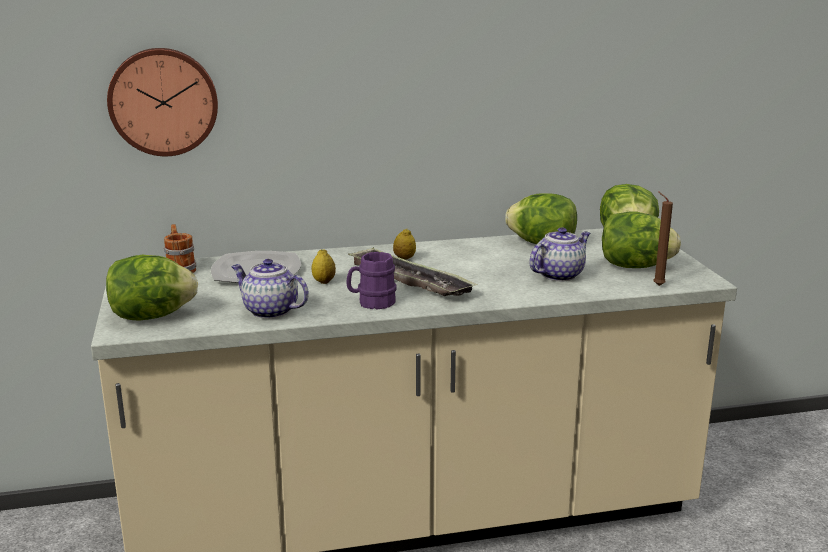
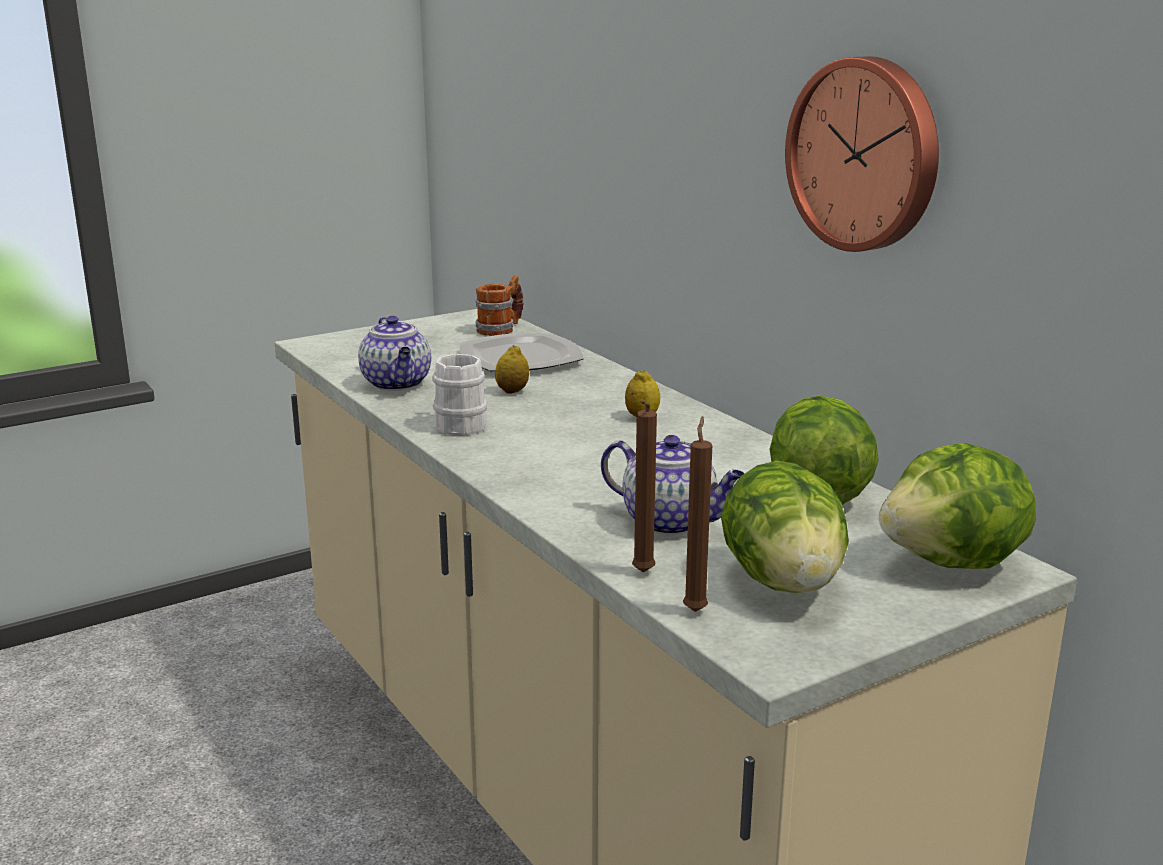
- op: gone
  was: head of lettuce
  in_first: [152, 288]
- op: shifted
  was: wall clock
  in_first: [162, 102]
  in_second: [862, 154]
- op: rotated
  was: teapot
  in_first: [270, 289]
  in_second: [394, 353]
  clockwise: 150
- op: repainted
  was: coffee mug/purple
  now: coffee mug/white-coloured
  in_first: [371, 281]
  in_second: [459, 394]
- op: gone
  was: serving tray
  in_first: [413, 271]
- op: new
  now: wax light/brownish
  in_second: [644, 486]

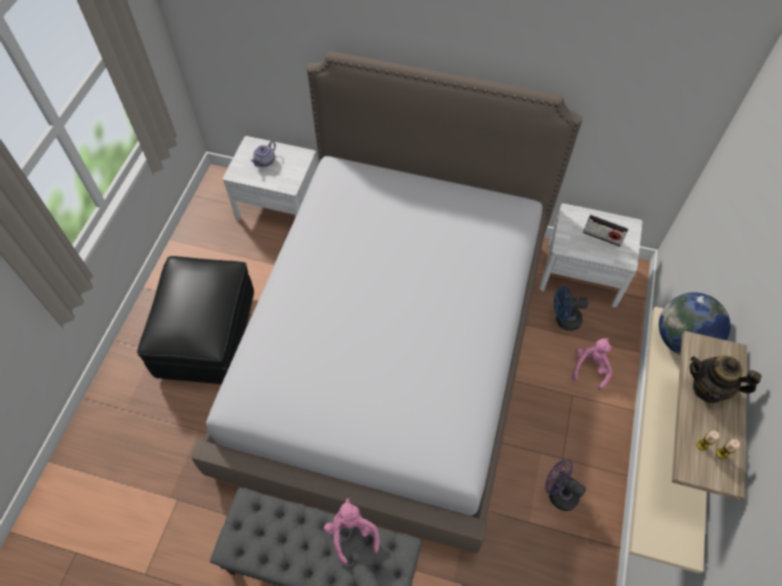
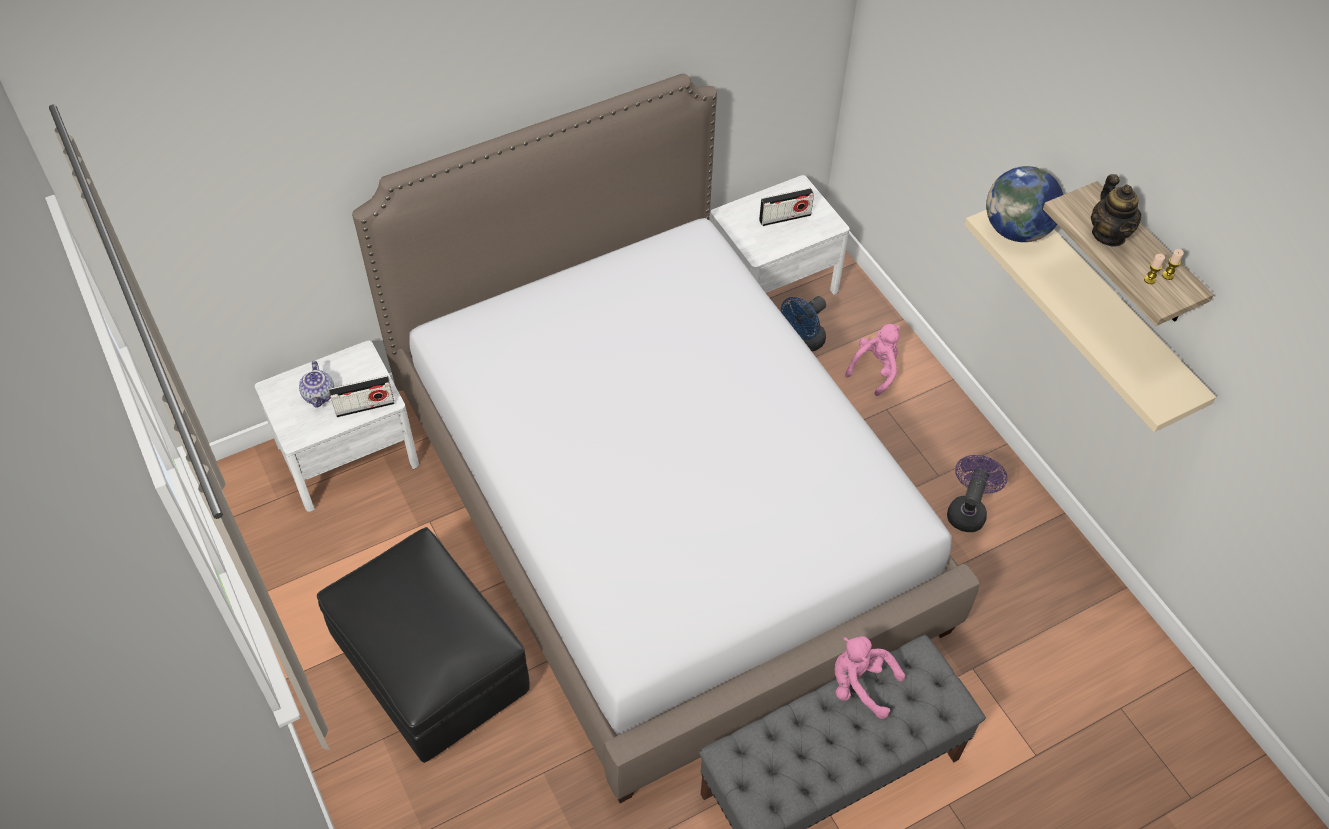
- op: rotated
  was: electric fan/purple
  in_first: [565, 485]
  in_second: [977, 493]
  clockwise: 120
- op: rotated
  was: soft toy/pink
  in_first: [592, 364]
  in_second: [872, 360]
  clockwise: 60
- op: rotated
  was: teapot
  in_first: [725, 379]
  in_second: [1116, 210]
  clockwise: -75
- op: new
  now: radio set
  in_second: [362, 396]

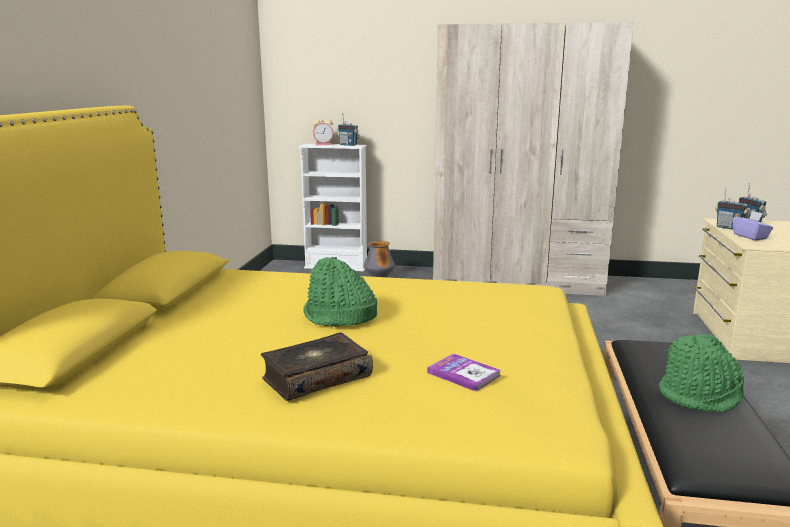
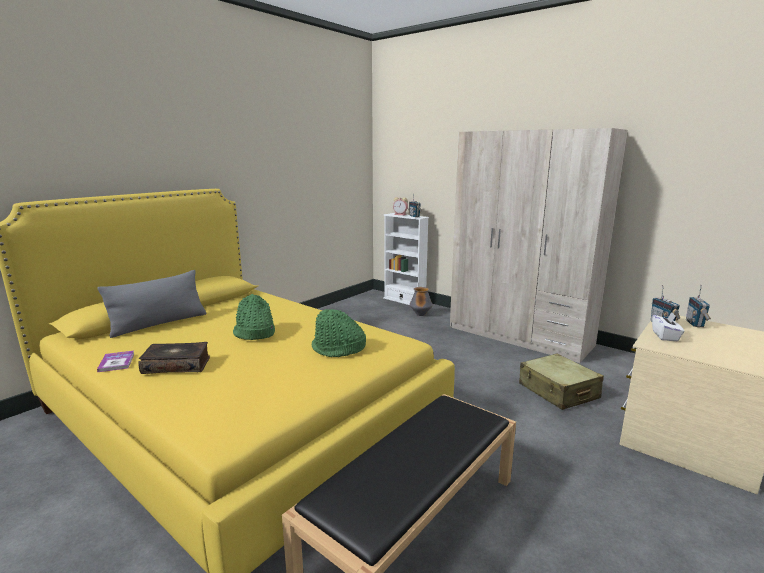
- op: shifted
  was: book
  in_first: [464, 372]
  in_second: [115, 361]
- op: shifted
  was: wearable hat/greenish
  in_first: [701, 373]
  in_second: [338, 333]
- op: repainted
  was: box of tissues/purple
  now: box of tissues/white-coloured
  in_first: [752, 225]
  in_second: [668, 326]
- op: new
  now: cushion/grey
  in_second: [152, 304]
- op: new
  now: travel case/beige
  in_second: [561, 381]

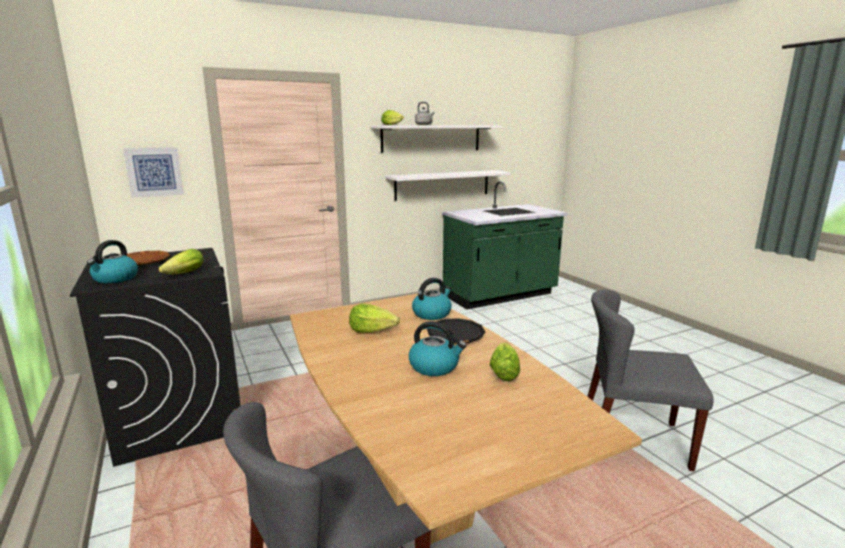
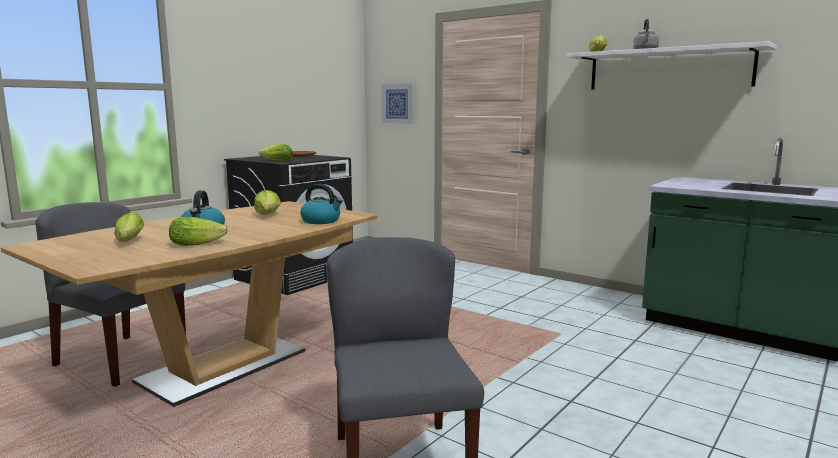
- op: gone
  was: kettle
  in_first: [112, 262]
- op: gone
  was: shelf/white-coloured
  in_first: [447, 185]
- op: gone
  was: plate/blackish
  in_first: [456, 331]
- op: new
  now: head of lettuce
  in_second: [129, 227]

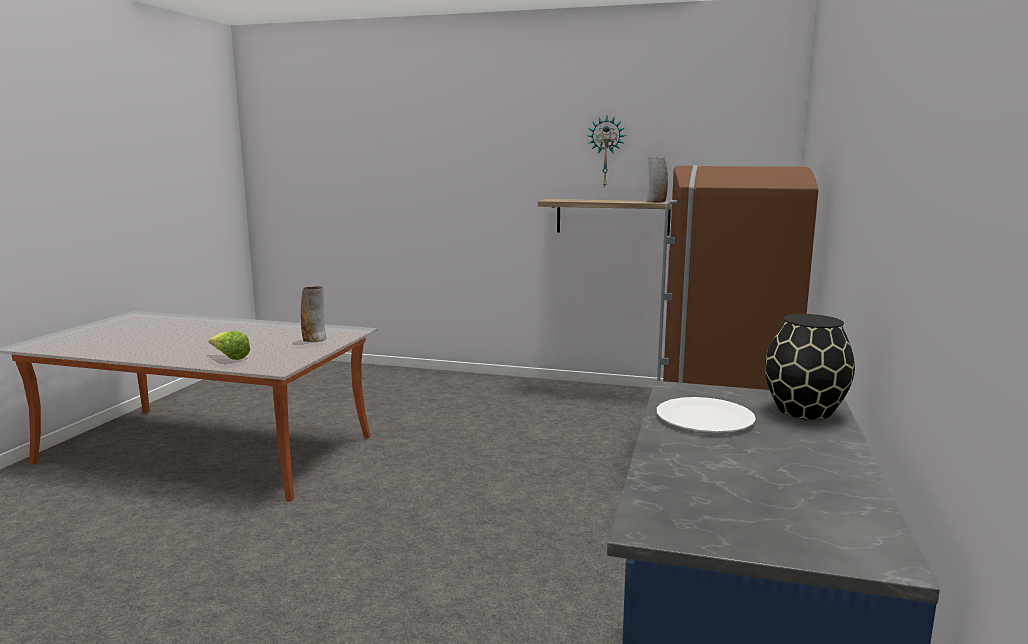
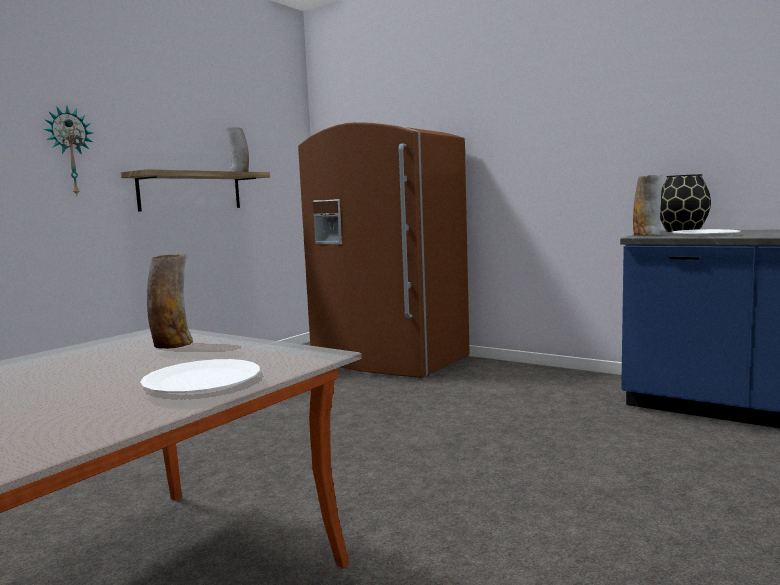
- op: swapped
  was: head of lettuce
  now: plate/white-coloured
  in_first: [229, 345]
  in_second: [200, 376]
- op: shifted
  was: wall clock
  in_first: [606, 151]
  in_second: [68, 151]
- op: new
  now: vase
  in_second: [647, 205]

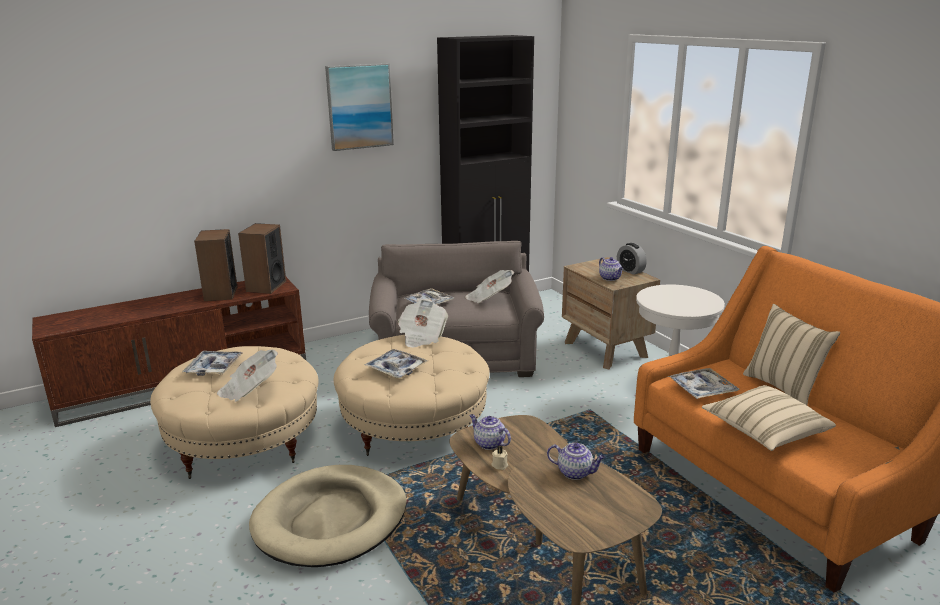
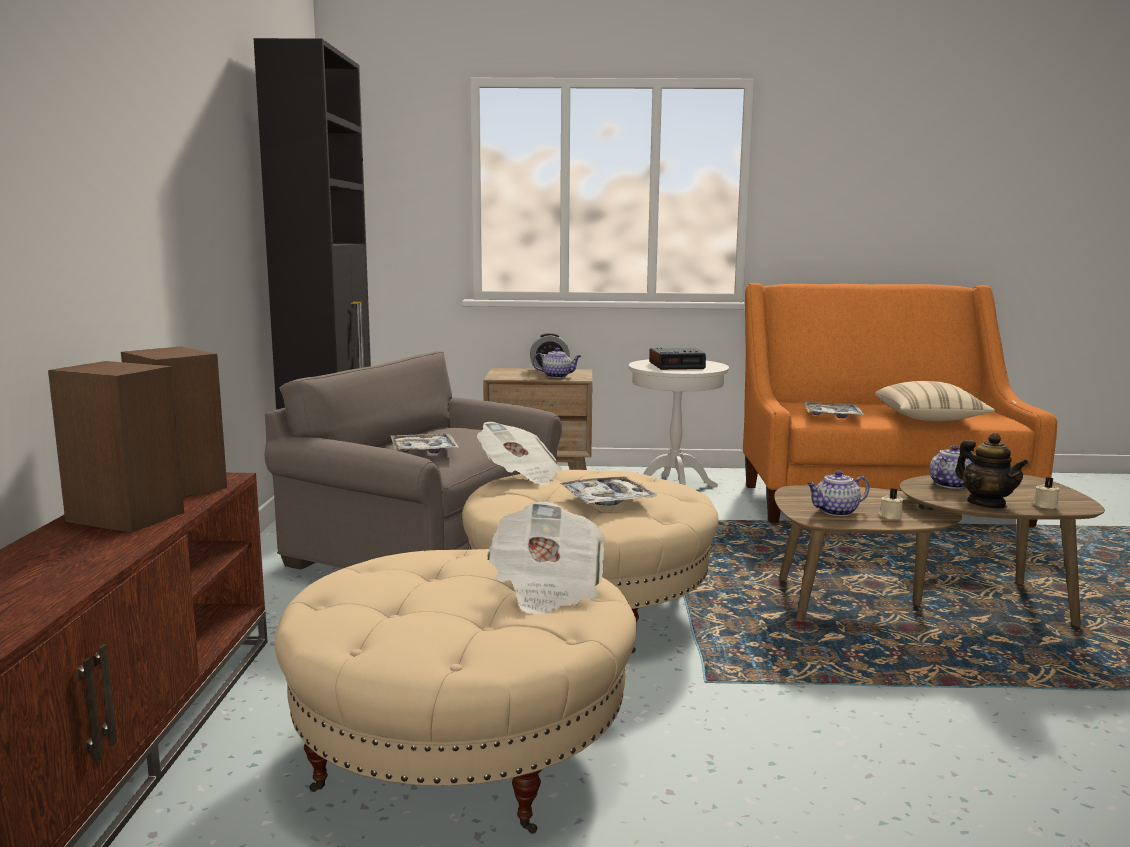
- op: gone
  was: serving tray
  in_first: [212, 363]
- op: gone
  was: dog bed/beige
  in_first: [327, 516]
- op: gone
  was: wall picture
  in_first: [359, 107]
- op: gone
  was: daily paper
  in_first: [489, 286]
- op: gone
  was: cushion/beige
  in_first: [791, 354]
- op: new
  now: alarm clock
  in_second: [677, 359]
- op: new
  now: teapot
  in_second: [992, 471]
- op: new
  now: wax light/beige
  in_second: [1045, 493]

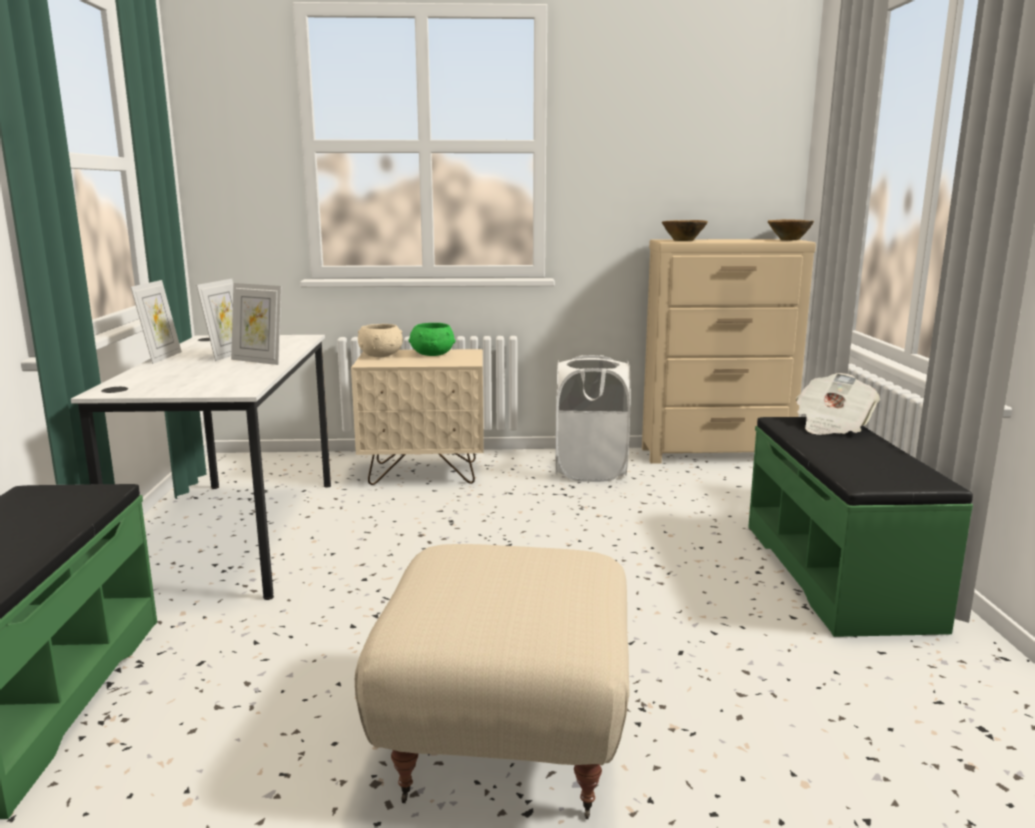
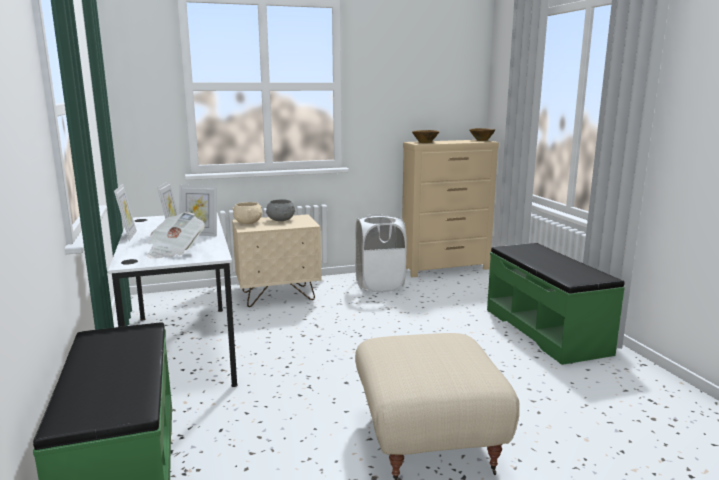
- op: repainted
  was: deep dish/greenish
  now: deep dish/grey
  in_first: [432, 339]
  in_second: [280, 210]
- op: shifted
  was: daily paper
  in_first: [838, 404]
  in_second: [176, 235]

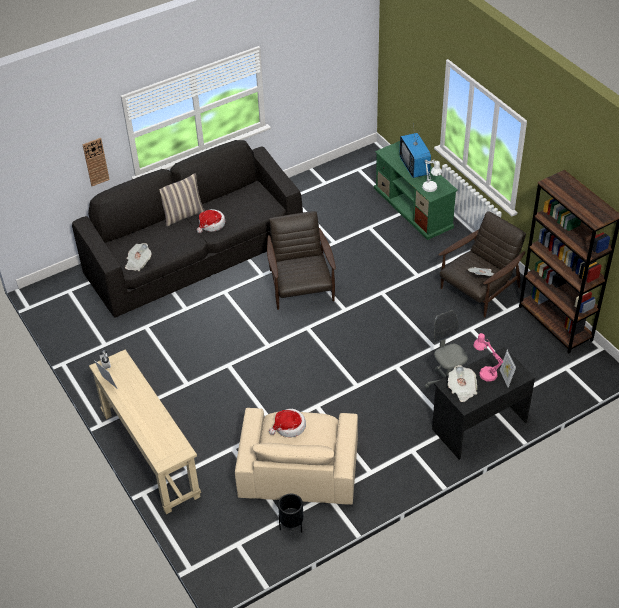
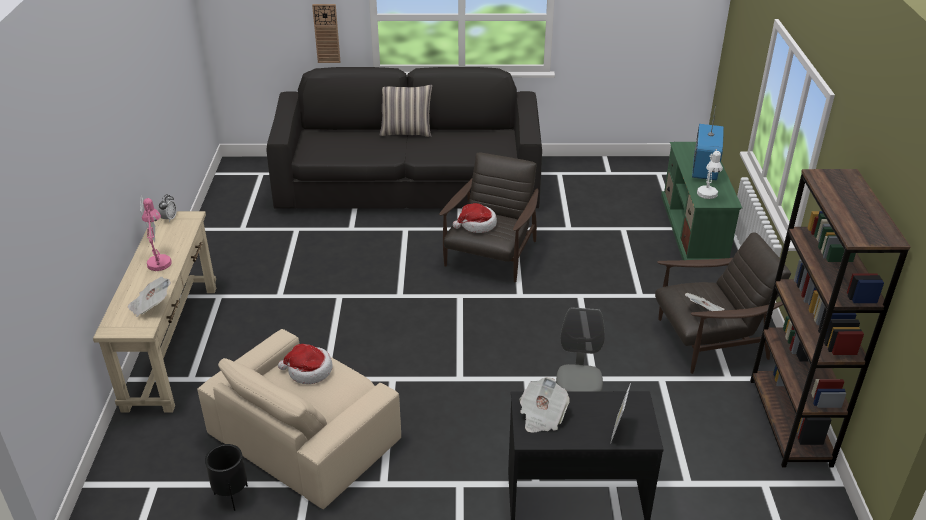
- op: shifted
  was: daily paper
  in_first: [138, 257]
  in_second: [149, 297]
- op: shifted
  was: wearable hat
  in_first: [211, 221]
  in_second: [475, 218]
- op: shifted
  was: tabletop lamp/pink
  in_first: [488, 357]
  in_second: [157, 234]

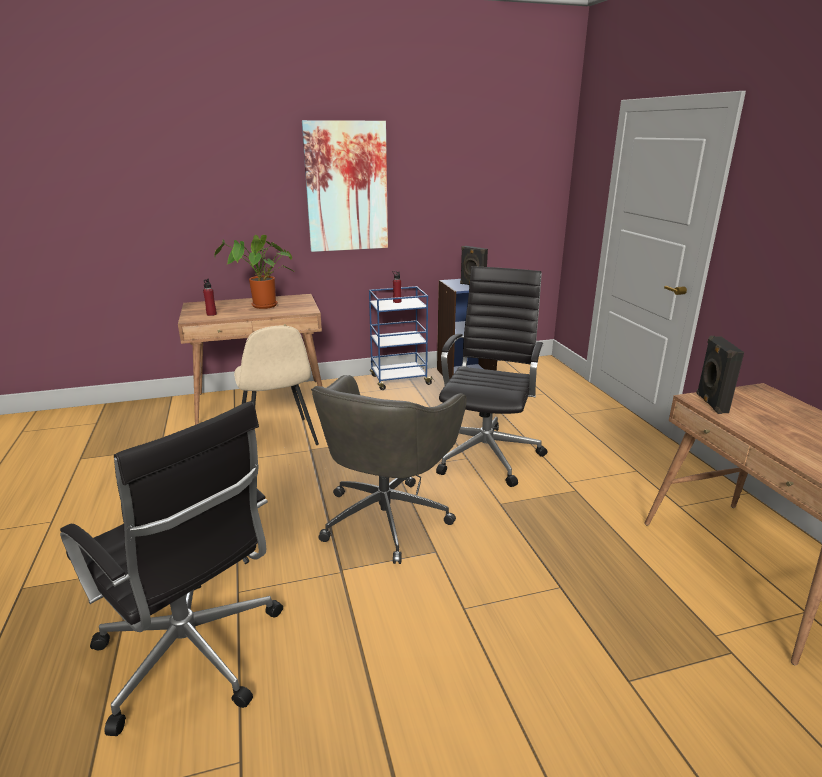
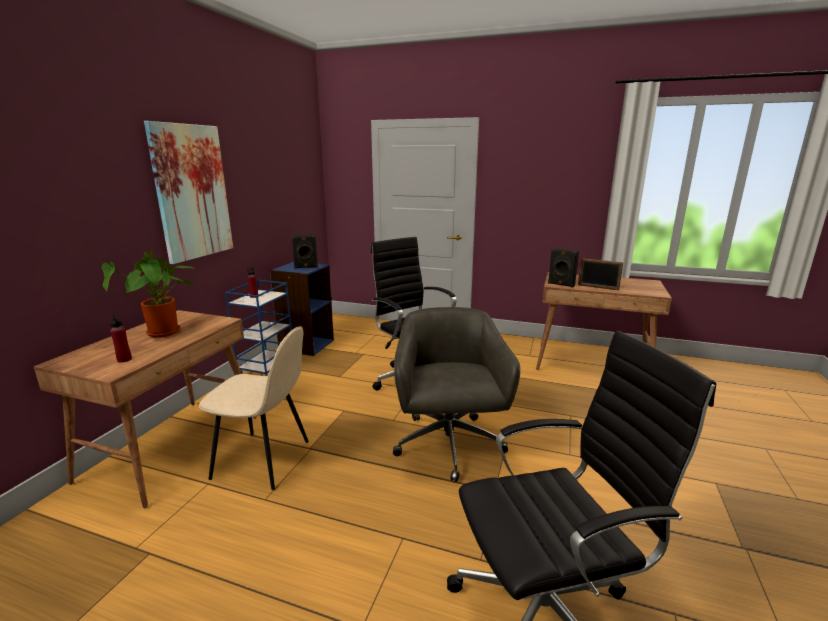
- op: rotated
  was: computer chair/grey
  in_first: [389, 469]
  in_second: [456, 394]
  clockwise: -150
- op: new
  now: standing frame
  in_second: [600, 274]

